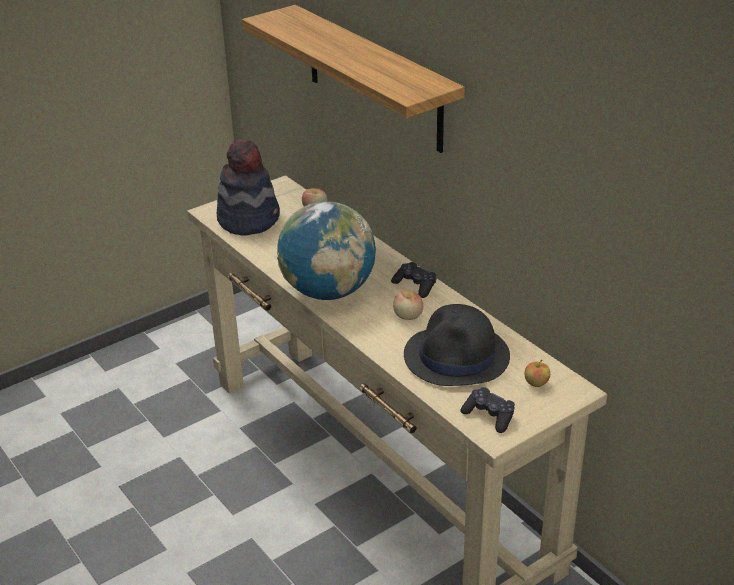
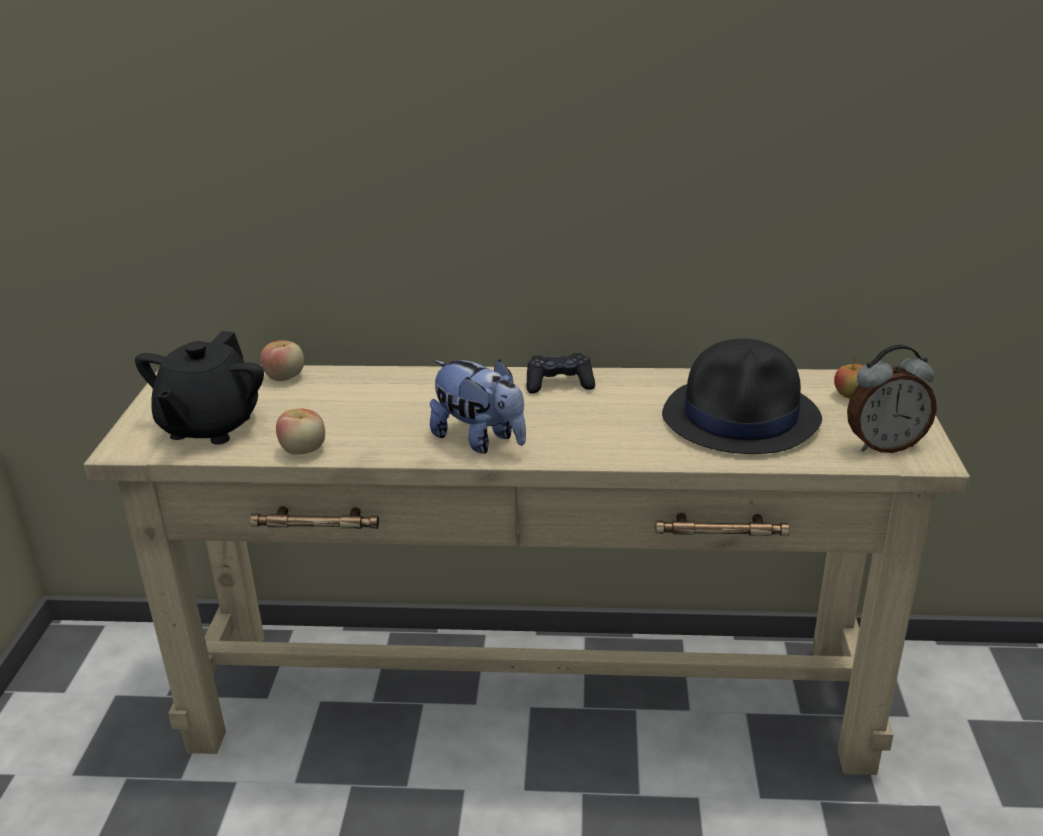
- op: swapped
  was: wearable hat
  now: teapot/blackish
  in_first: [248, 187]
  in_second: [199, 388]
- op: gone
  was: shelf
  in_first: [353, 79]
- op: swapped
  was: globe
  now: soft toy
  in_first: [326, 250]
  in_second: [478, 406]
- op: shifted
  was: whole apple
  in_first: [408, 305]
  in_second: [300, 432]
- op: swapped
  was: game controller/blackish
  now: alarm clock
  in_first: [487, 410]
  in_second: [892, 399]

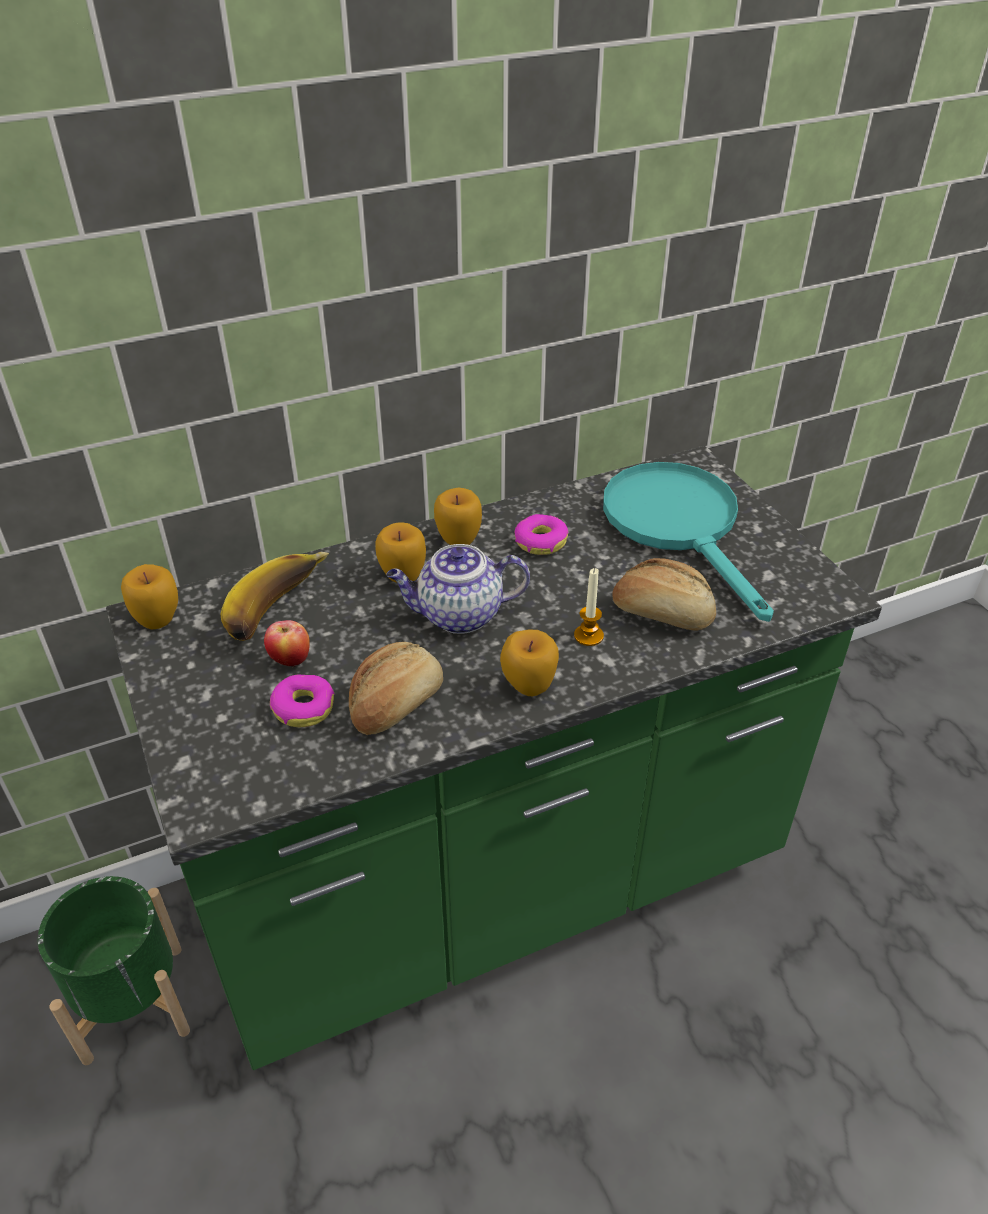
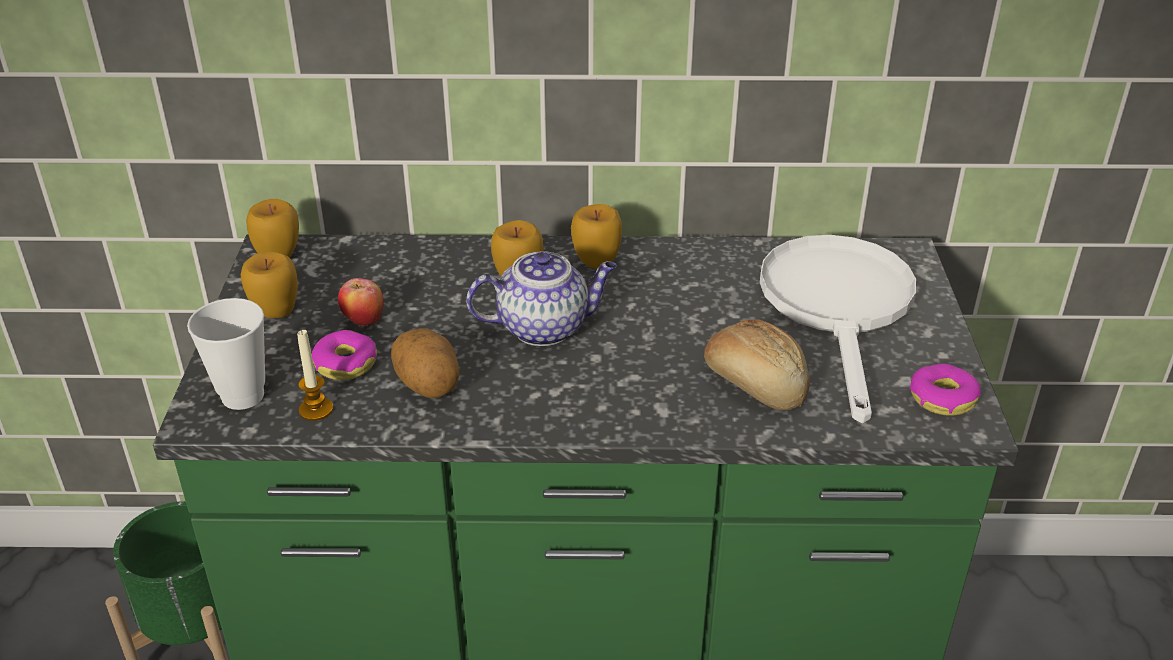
- op: gone
  was: banana
  in_first: [275, 596]
- op: swapped
  was: baked bread
  now: whole potato
  in_first: [396, 688]
  in_second: [425, 363]
- op: rotated
  was: teapot
  in_first: [458, 589]
  in_second: [541, 298]
  clockwise: 150
- op: shifted
  was: whole apple
  in_first: [529, 663]
  in_second: [269, 285]
- op: shifted
  was: donut
  in_first: [542, 534]
  in_second: [945, 389]
- op: shifted
  was: wax light
  in_first: [589, 607]
  in_second: [315, 375]
- op: repainted
  was: skillet/turquoise-coloured
  now: skillet/white-coloured
  in_first: [688, 542]
  in_second: [838, 329]
- op: new
  now: cup
  in_second: [226, 354]

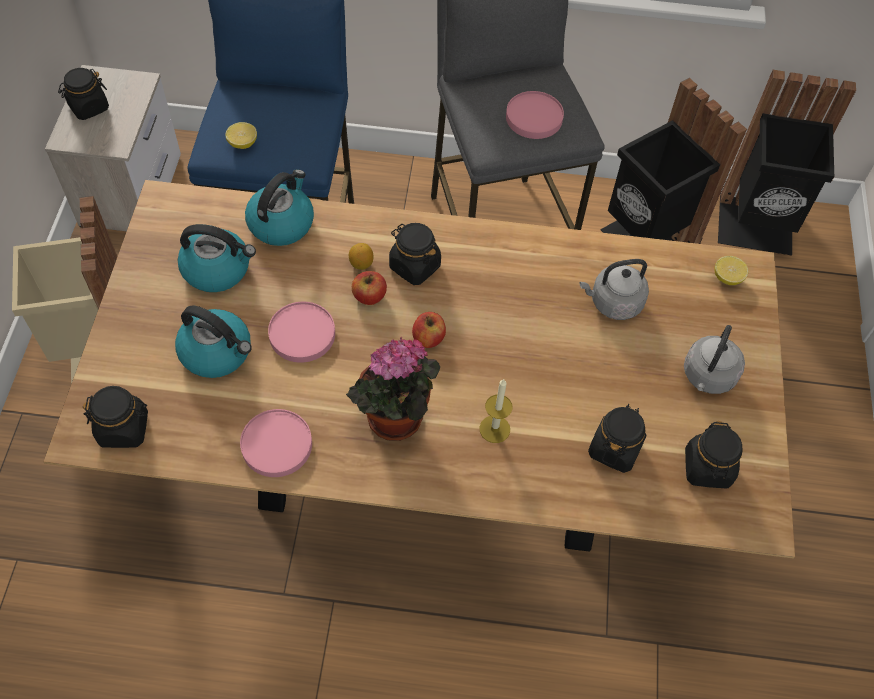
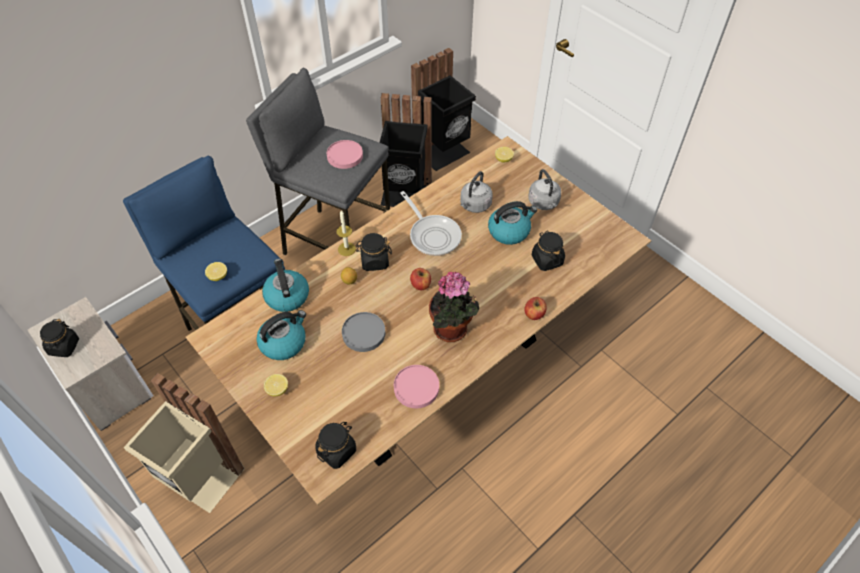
- op: shifted
  was: kettle
  in_first: [213, 342]
  in_second: [512, 223]
- op: repainted
  was: plate/pink
  now: plate/grey
  in_first: [301, 332]
  in_second: [363, 332]
- op: shifted
  was: whole apple
  in_first: [369, 288]
  in_second: [535, 308]
- op: shifted
  was: wax light
  in_first: [496, 411]
  in_second: [346, 233]
- op: gone
  was: preserve jar/blackish
  in_first: [713, 454]
- op: new
  now: lemon
  in_second: [276, 385]
- op: new
  now: skillet
  in_second: [431, 223]

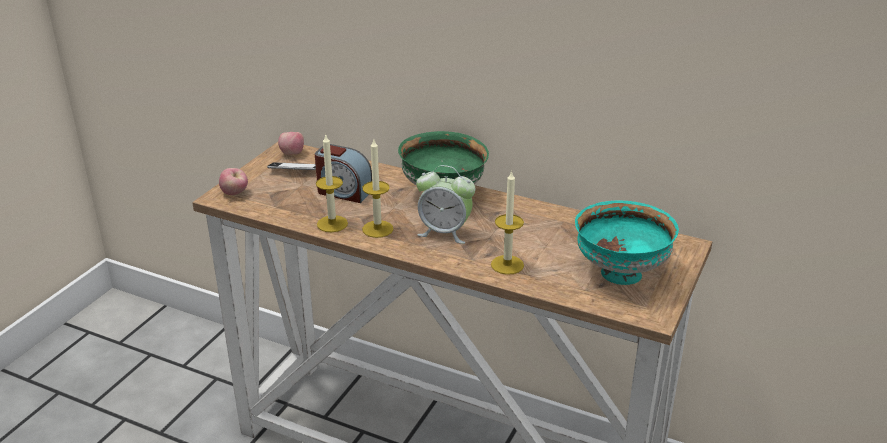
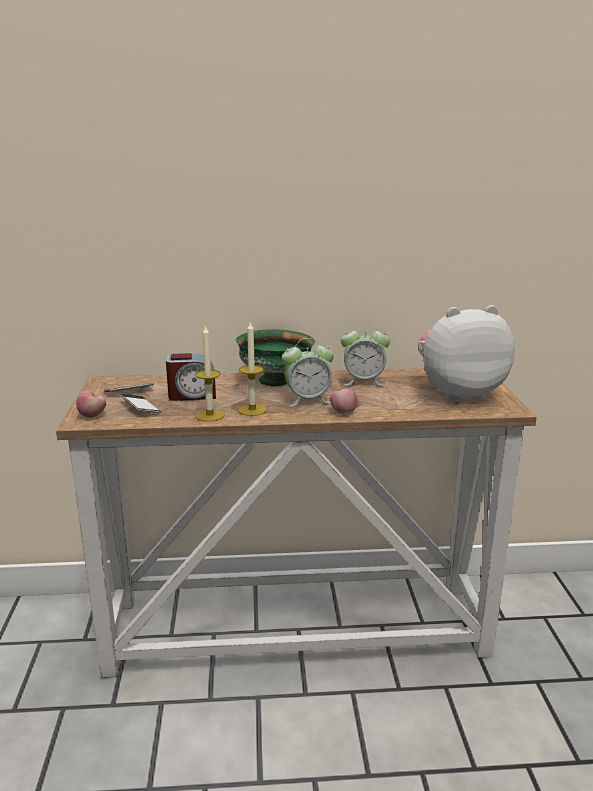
- op: shifted
  was: whole apple
  in_first: [291, 143]
  in_second: [344, 401]
- op: gone
  was: wax light
  in_first: [507, 222]
- op: swapped
  was: deep dish/turquoise-coloured
  now: soft toy
  in_first: [627, 242]
  in_second: [466, 353]
- op: new
  now: phone
  in_second: [141, 403]
- op: new
  now: alarm clock
  in_second: [365, 354]

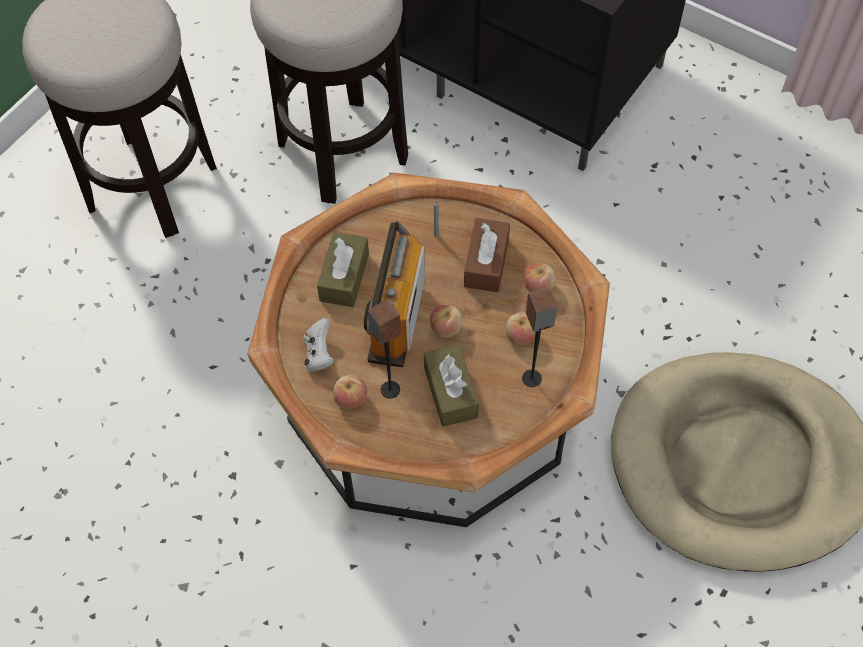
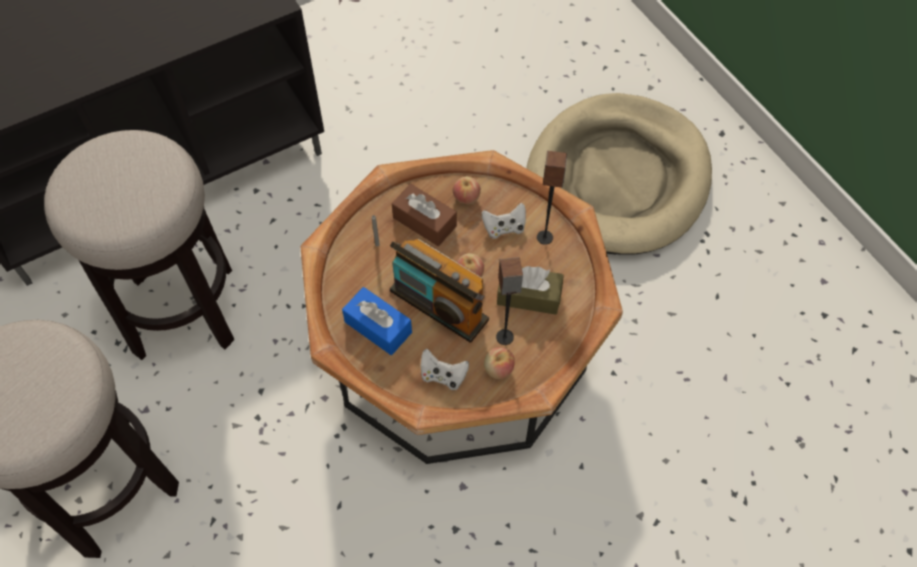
- op: repainted
  was: box of tissues/brownish
  now: box of tissues/bluish
  in_first: [343, 269]
  in_second: [377, 321]
- op: swapped
  was: whole apple
  now: game controller/white-coloured
  in_first: [521, 328]
  in_second: [504, 221]

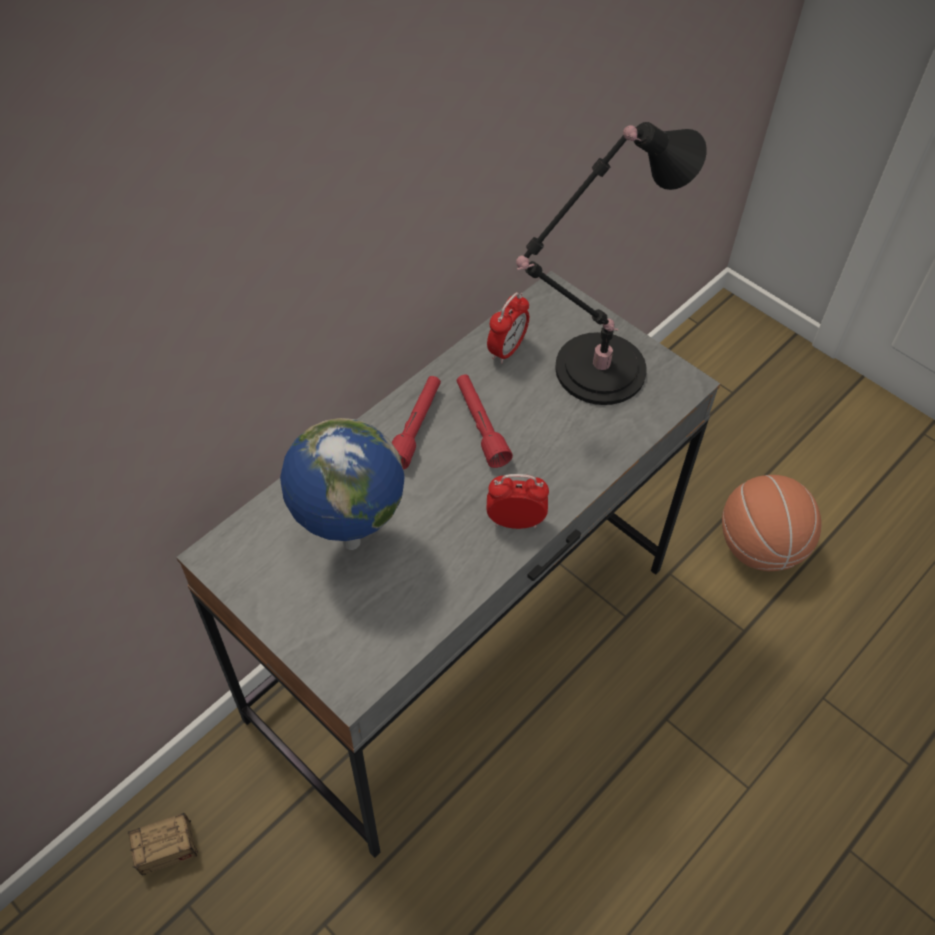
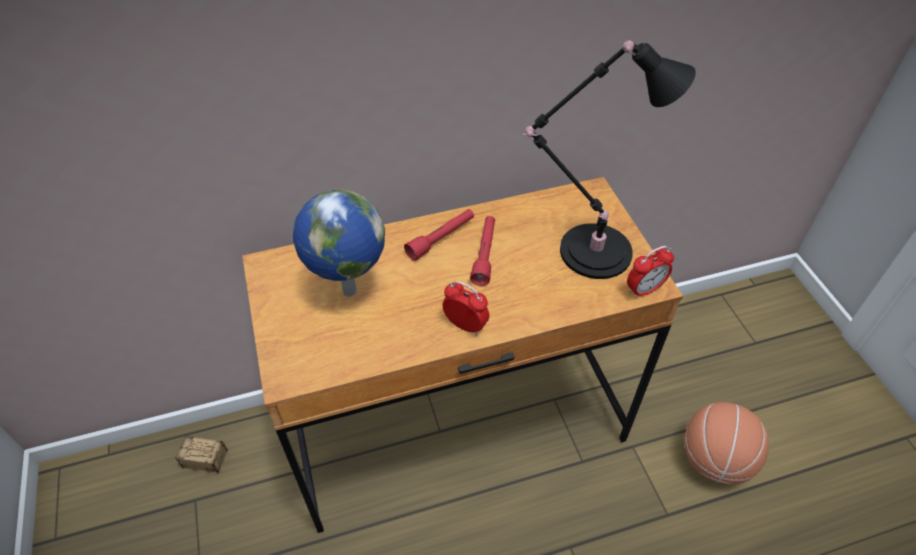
- op: repainted
  was: desk/grey
  now: desk/brownish
  in_first: [448, 564]
  in_second: [462, 355]
- op: shifted
  was: alarm clock
  in_first: [508, 328]
  in_second: [650, 272]

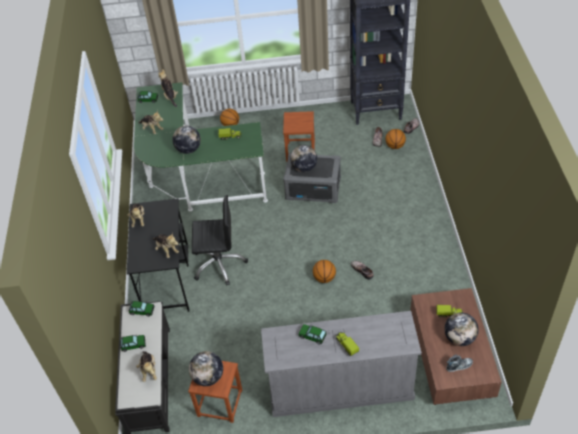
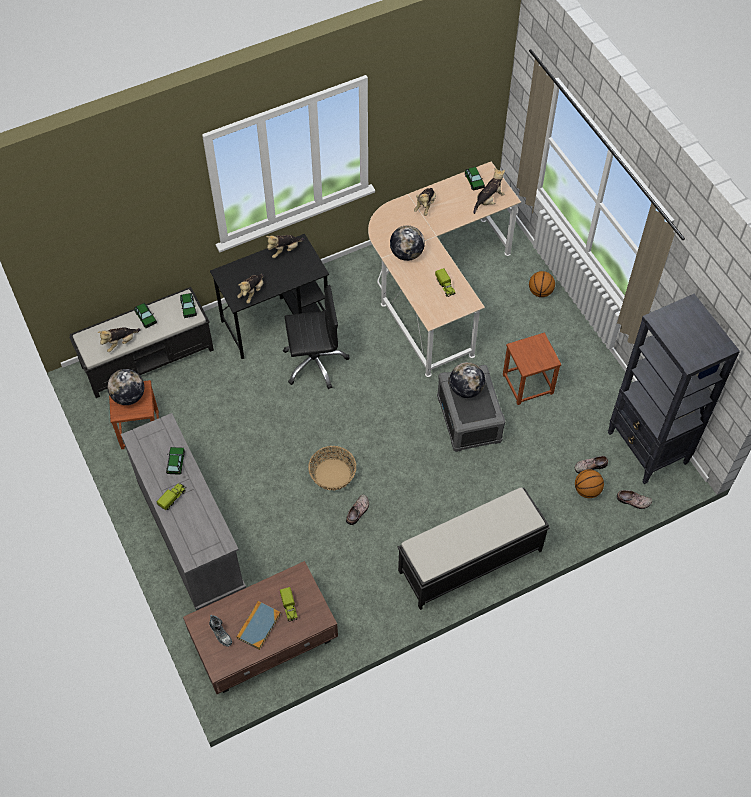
- op: repainted
  was: desk/greenish
  now: desk/beige
  in_first: [201, 146]
  in_second: [444, 269]
- op: rotated
  was: computer chair/blackish
  in_first: [220, 240]
  in_second: [316, 337]
  clockwise: -75
- op: swapped
  was: basketball ball
  now: household basket
  in_first: [324, 271]
  in_second: [332, 468]
- op: swapped
  was: globe
  now: book
  in_first: [461, 329]
  in_second: [259, 625]
- op: new
  now: long seat/blackish
  in_second: [473, 548]

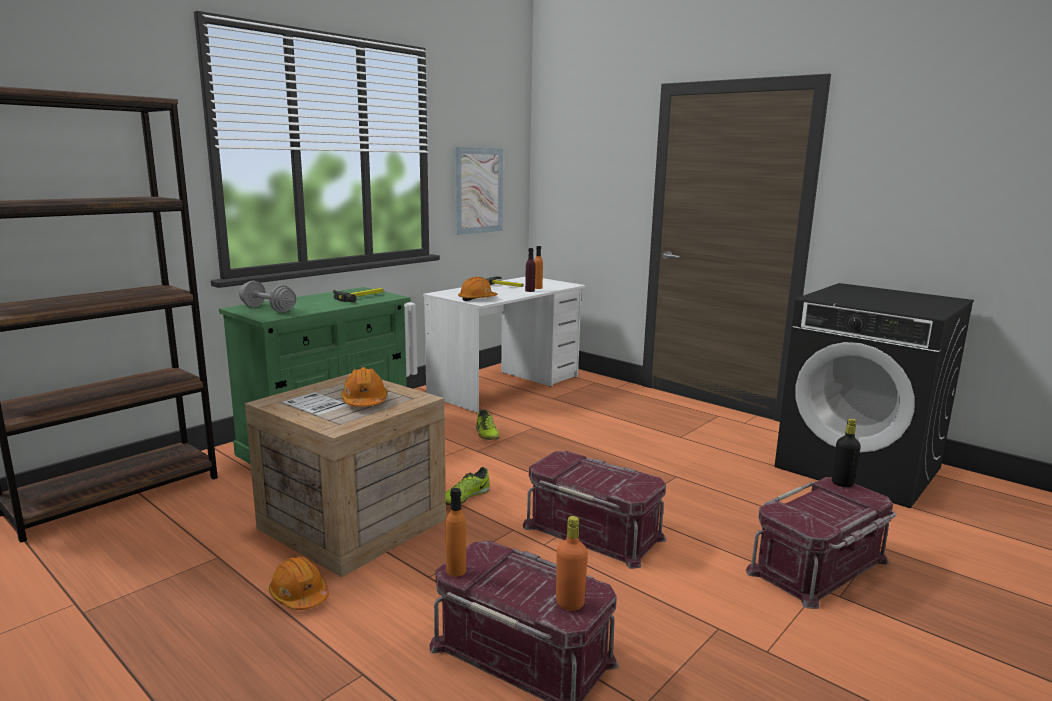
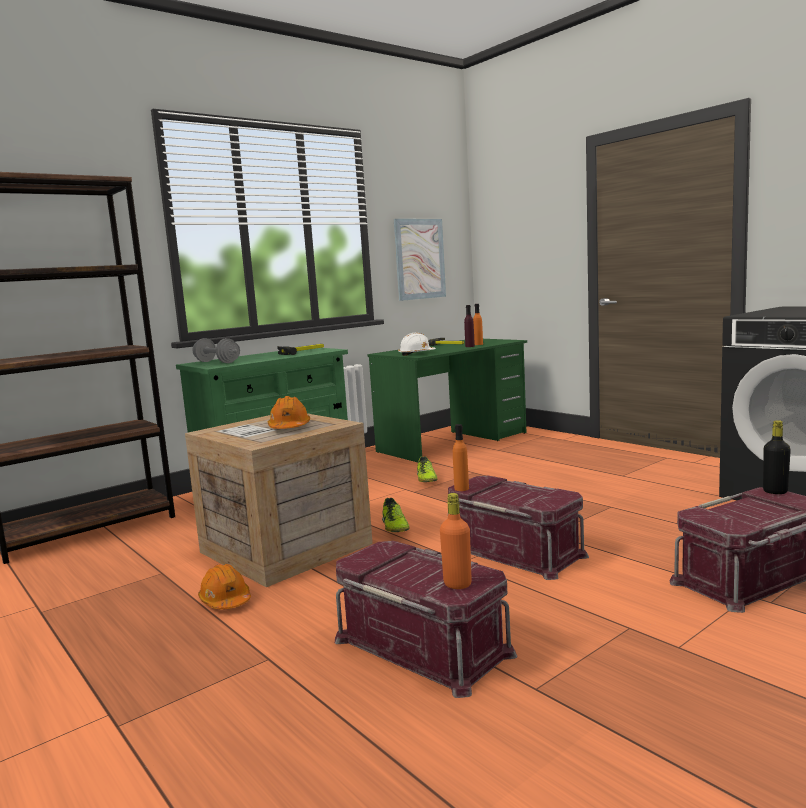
- op: repainted
  was: desk/white-coloured
  now: desk/greenish
  in_first: [504, 345]
  in_second: [447, 400]
- op: rotated
  was: low shoe
  in_first: [467, 486]
  in_second: [395, 515]
  clockwise: -60
- op: shifted
  was: drink bottle/orange
  in_first: [456, 532]
  in_second: [461, 457]
- op: repainted
  was: hard hat/orange
  now: hard hat/white-coloured
  in_first: [478, 289]
  in_second: [417, 344]

